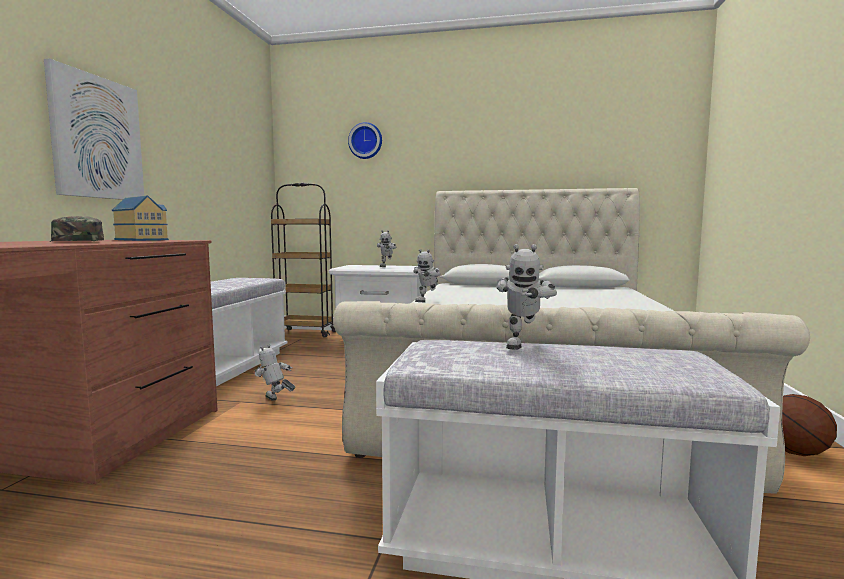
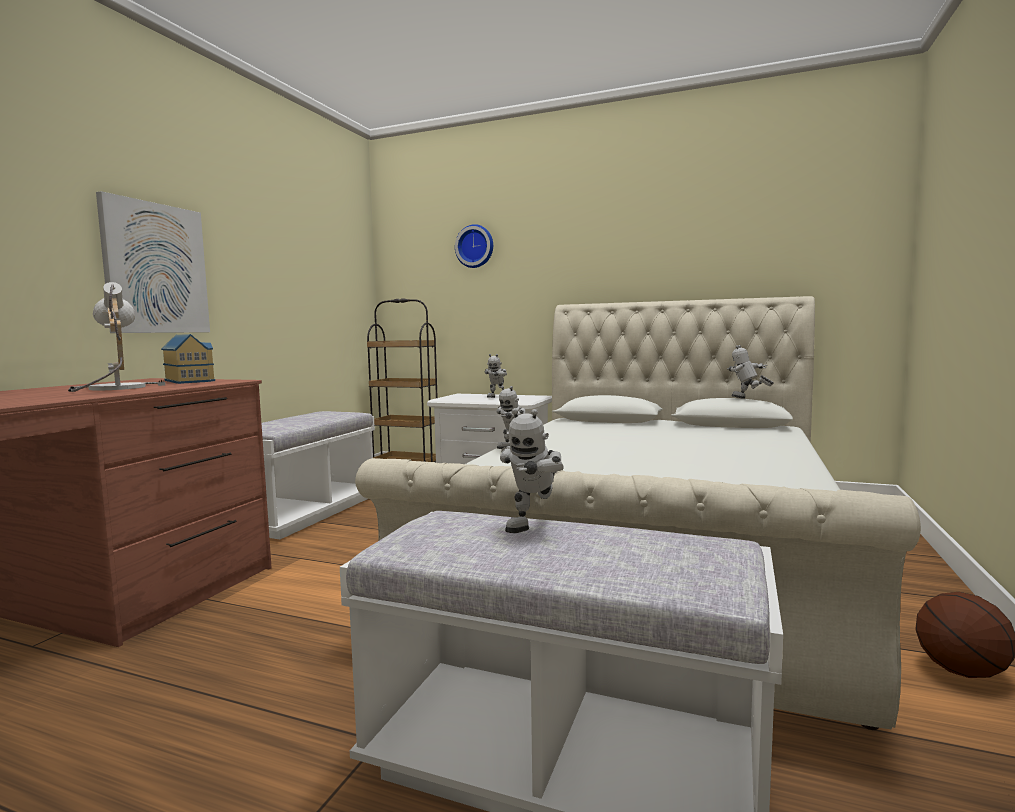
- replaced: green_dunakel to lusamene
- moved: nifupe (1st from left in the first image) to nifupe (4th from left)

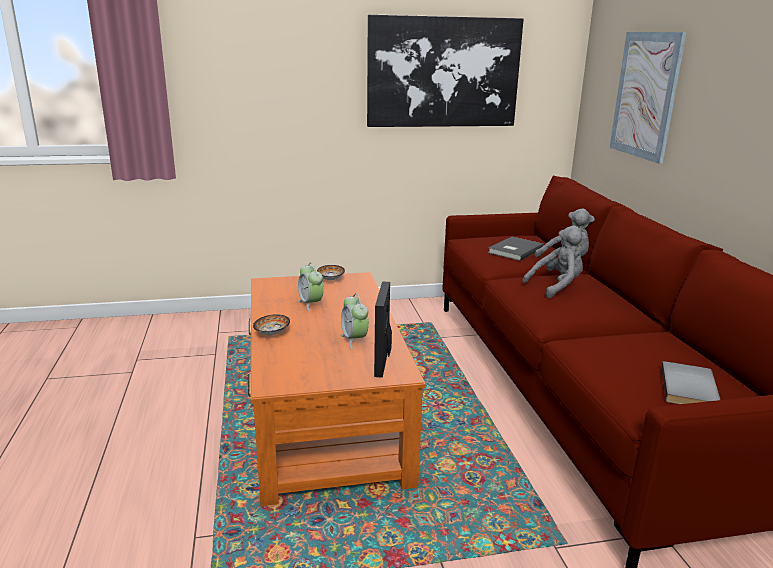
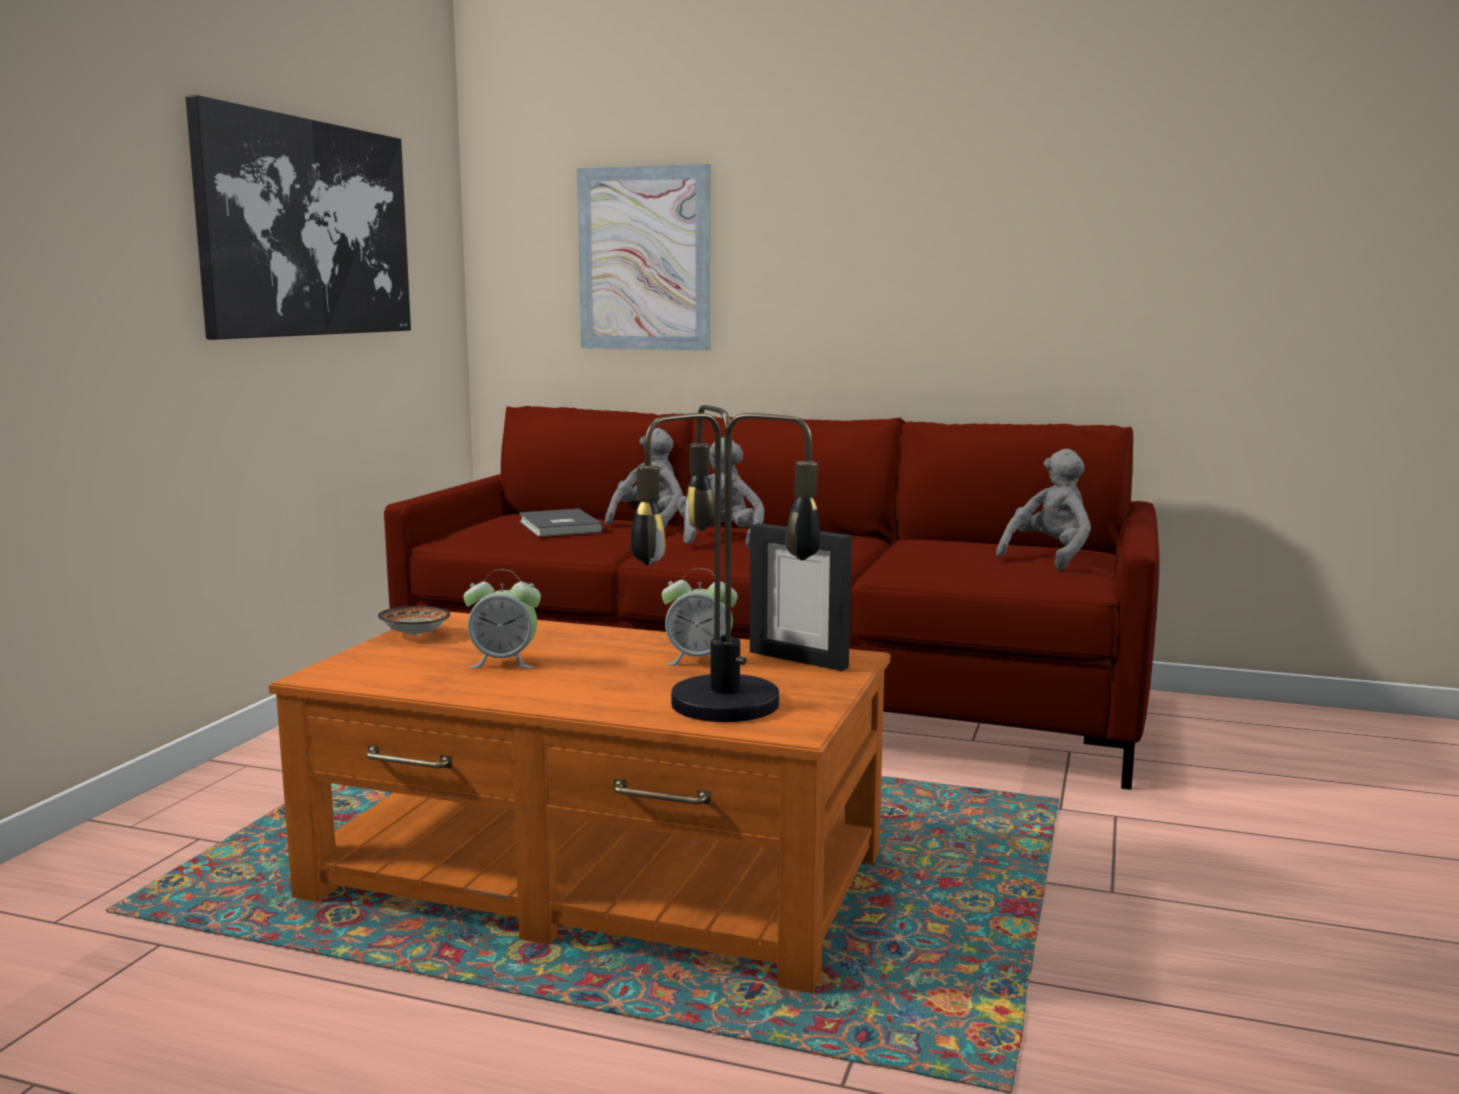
- removed: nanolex (1st from left)
- replaced: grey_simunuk (2nd from left) to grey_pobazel (3rd from left)
- added: lusamene

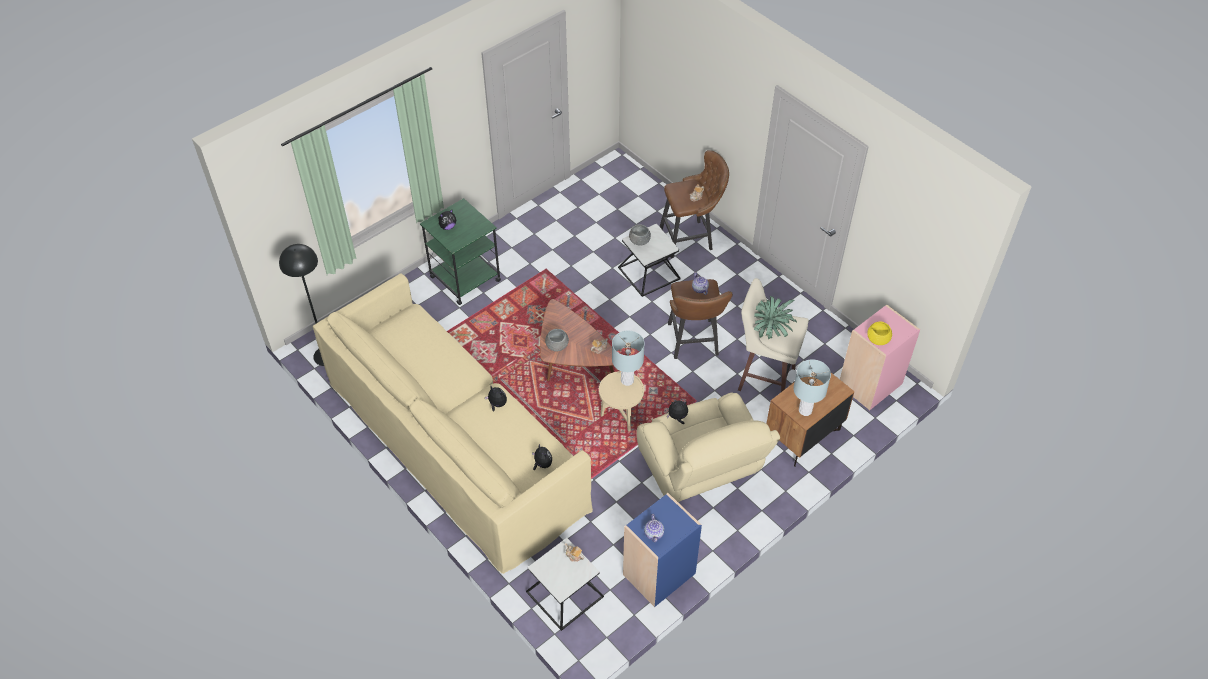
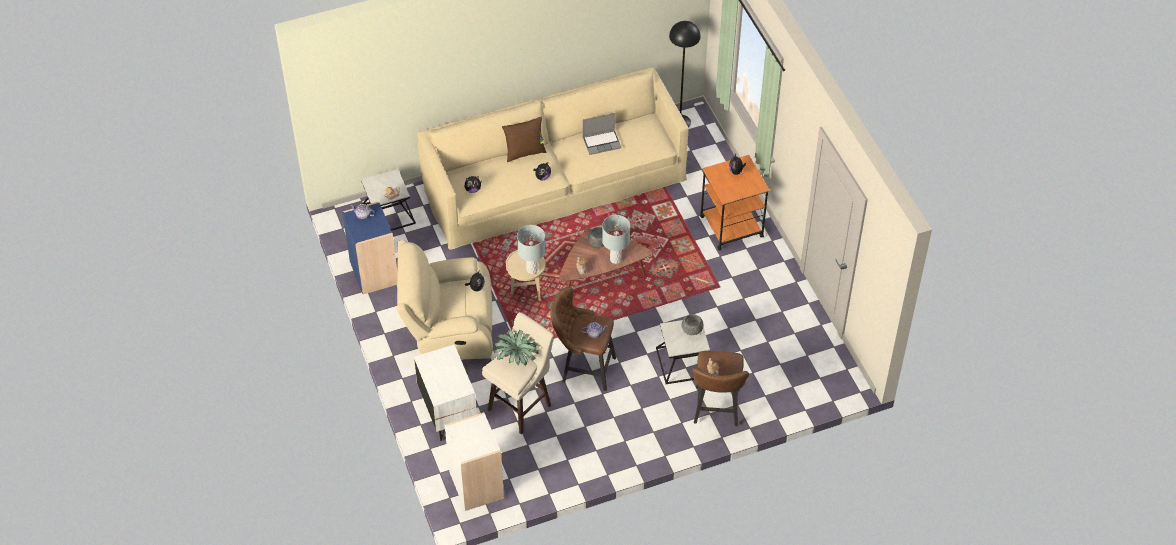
- recoloured: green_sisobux to orange_sisobux
- recoloured: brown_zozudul to white_zozudul
- moved: grey_lusamene (2nd from left)
- recoloured: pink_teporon to white_teporon
- removed: yellow_nanolex
- added: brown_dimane
- added: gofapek

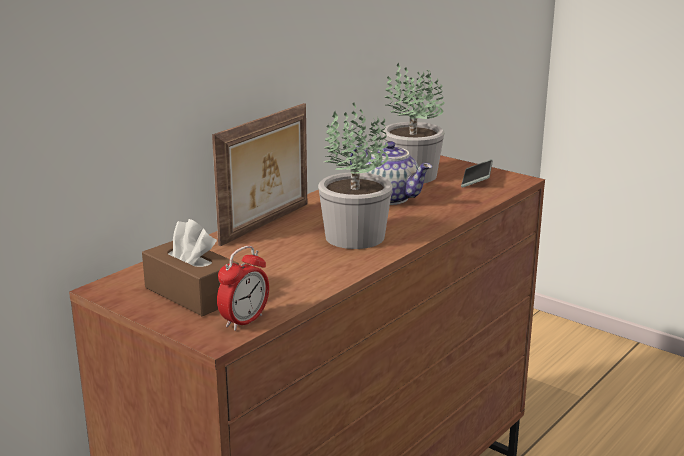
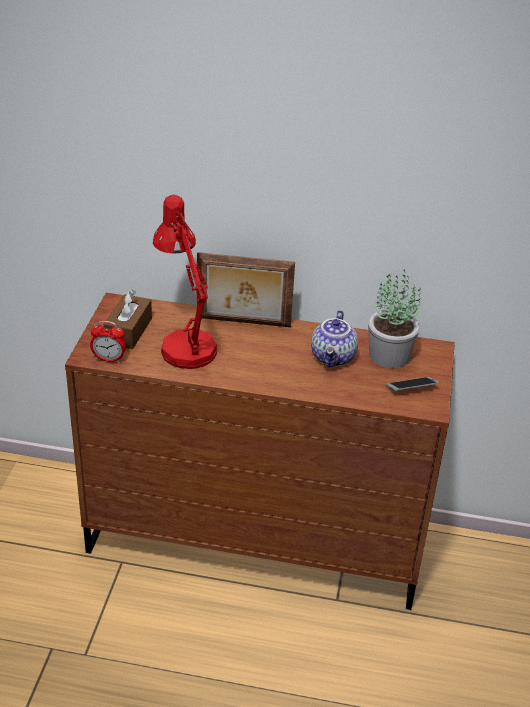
- removed: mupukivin (1st from left)
- added: red_lusamene

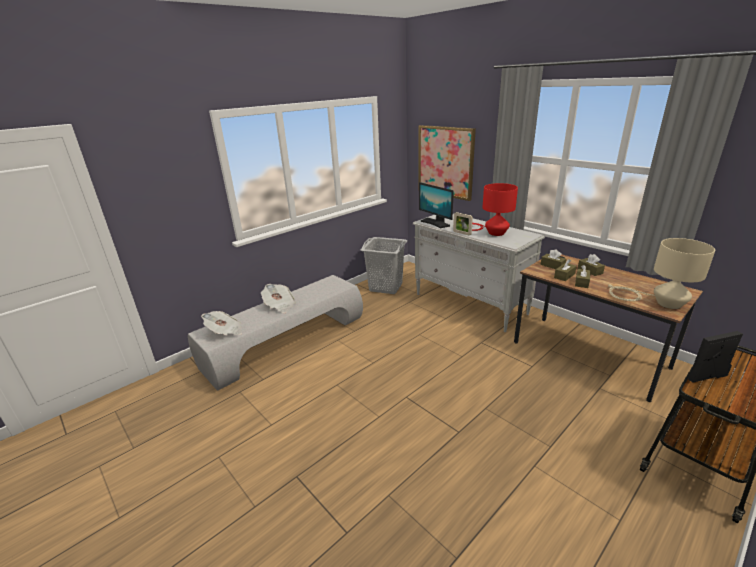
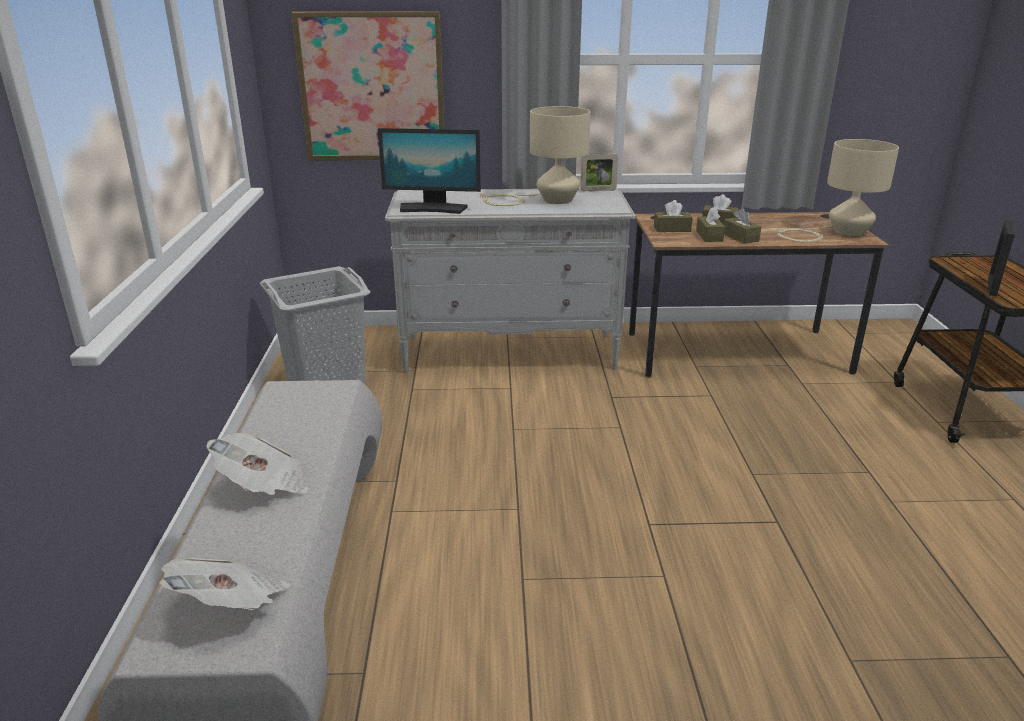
- moved: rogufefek (1st from left)
- recoloured: red_lusamene to beige_lusamene (1st from left)

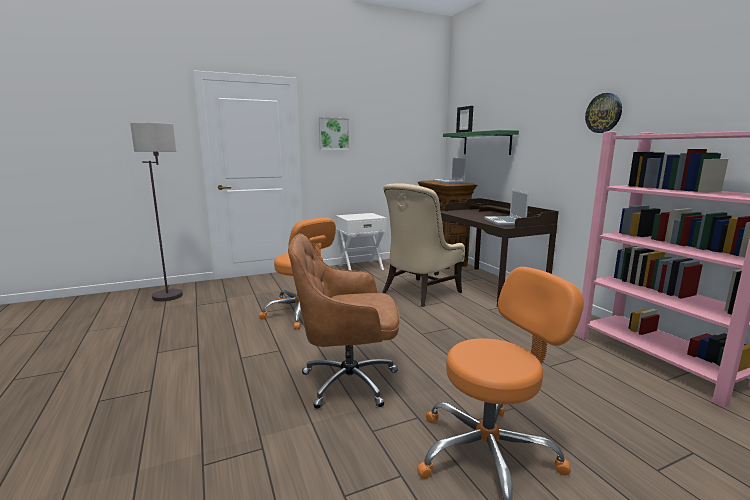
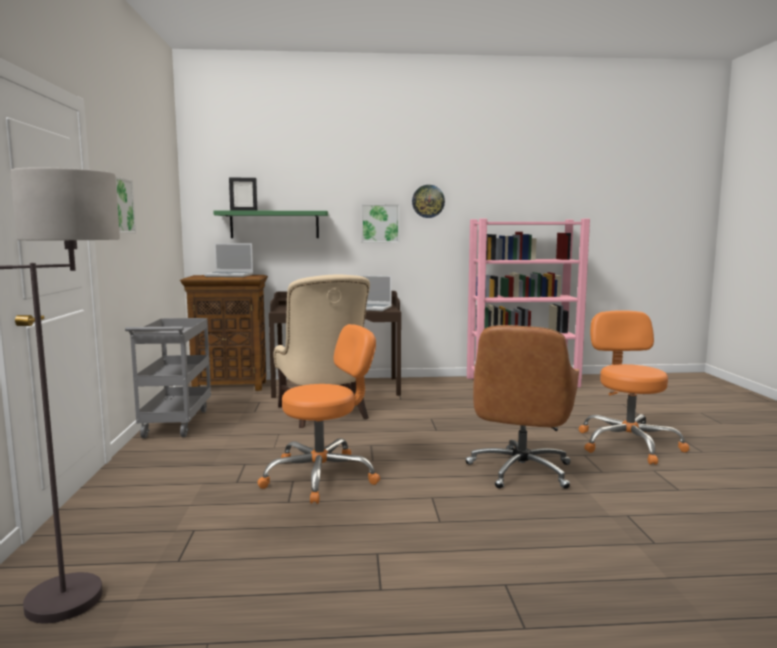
- replaced: white_zozudul to grey_sisobux
- added: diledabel (2nd from left)

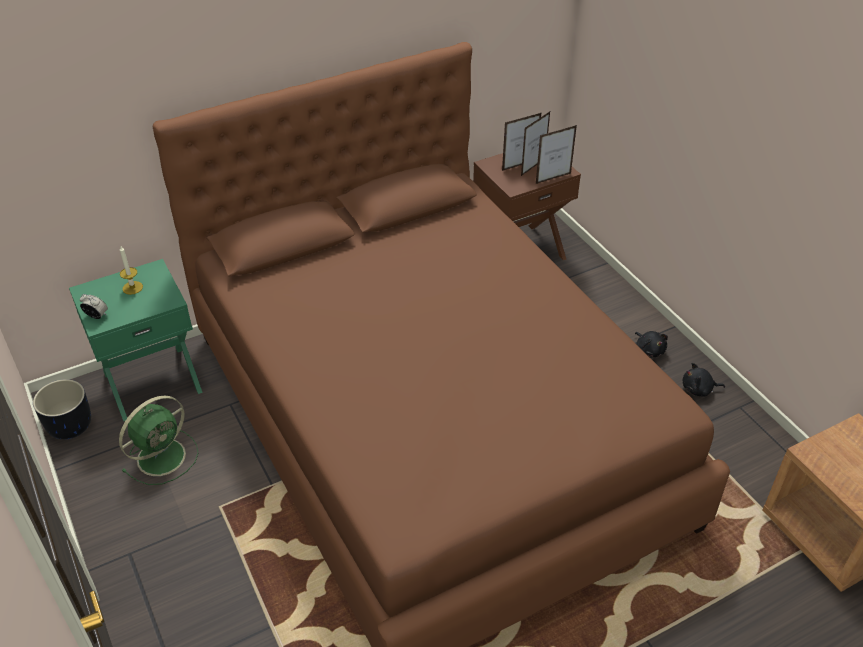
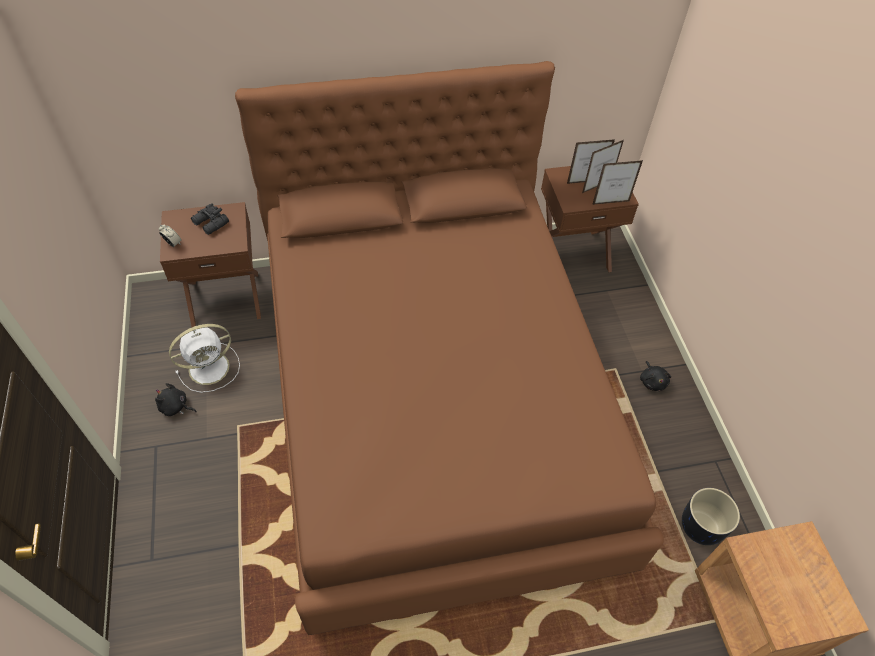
- moved: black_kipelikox
- recoloured: green_zozudul to brown_zozudul (1st from left)
- recoloured: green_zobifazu to white_zobifazu
- replaced: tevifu to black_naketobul
- moved: black_pobazel (2nd from left in the first image) to black_pobazel (1st from left)

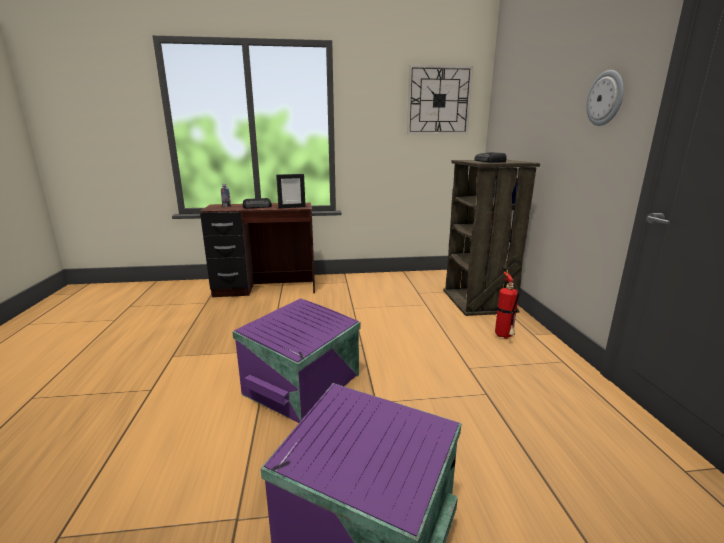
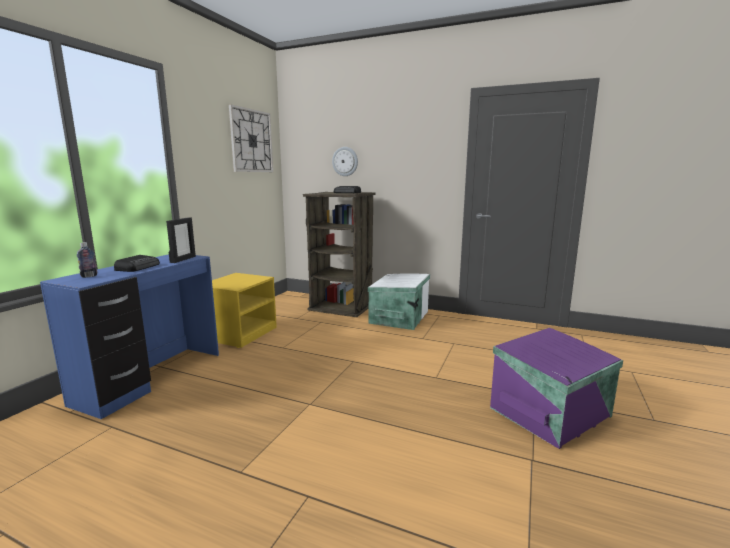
- recoloured: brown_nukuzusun to blue_nukuzusun
- removed: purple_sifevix (1st from left)
- replaced: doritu to white_sifevix
- moved: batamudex (2nd from left)
- added: yellow_zozudul

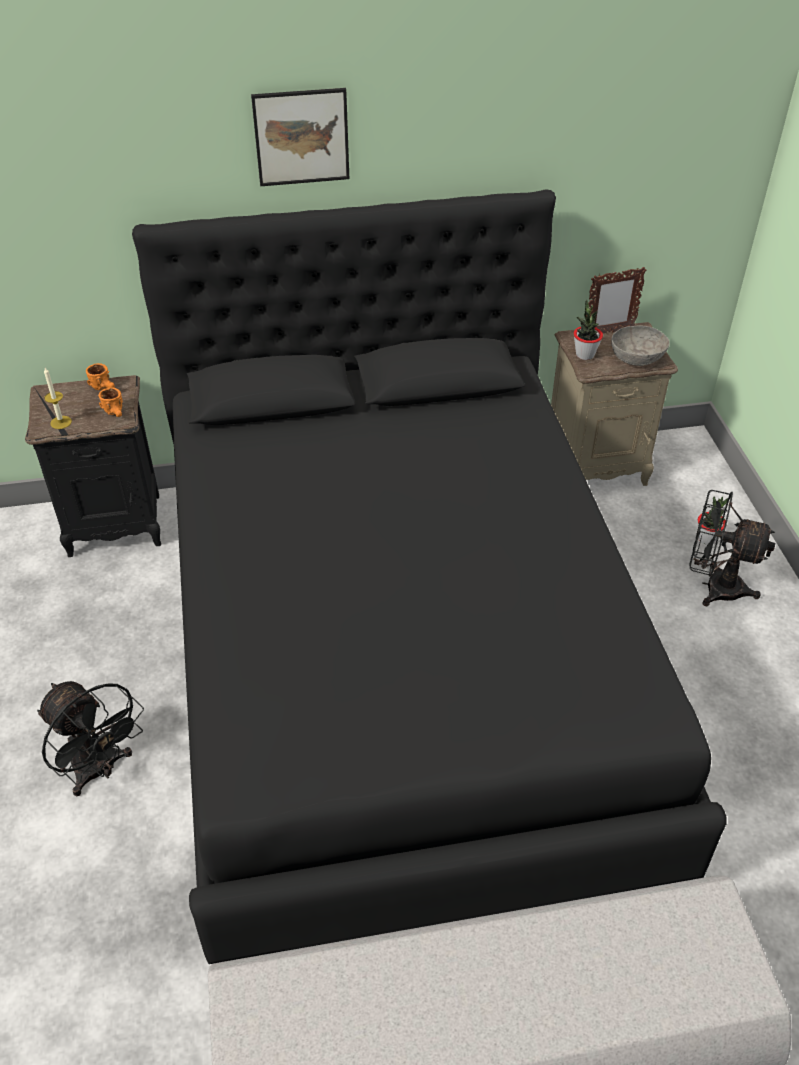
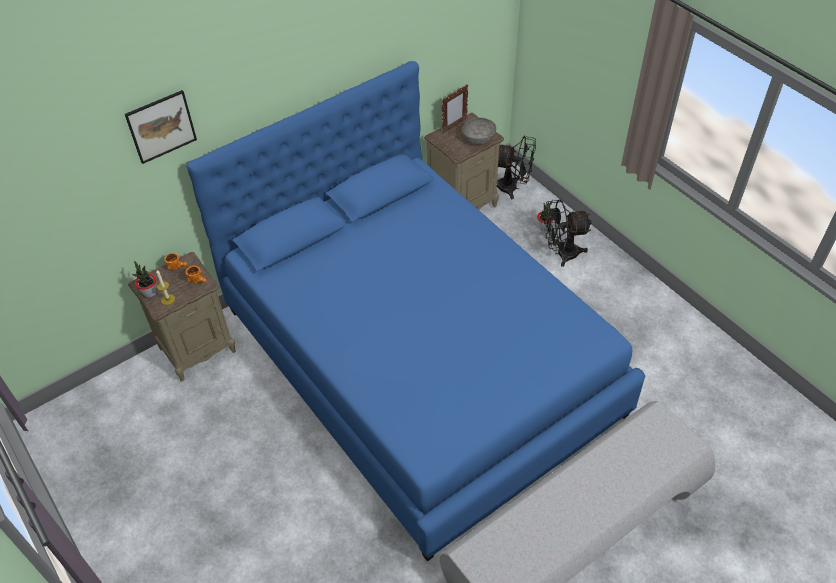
- recoloured: black_zozudul to beige_zozudul (1st from left)
- moved: black_zobifazu (1st from left)
- recoloured: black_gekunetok to blue_gekunetok
- moved: diledabel
- moved: mupukivin (1st from left)

